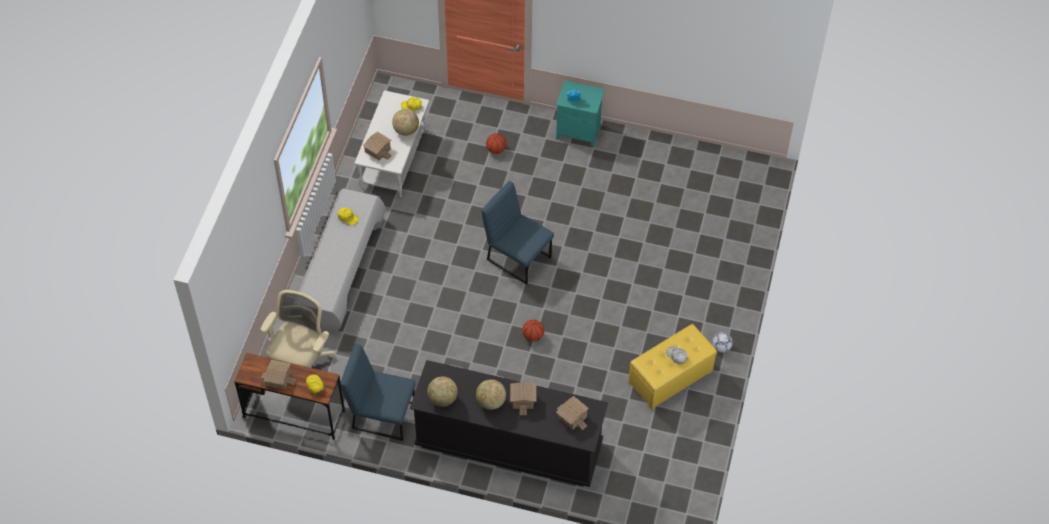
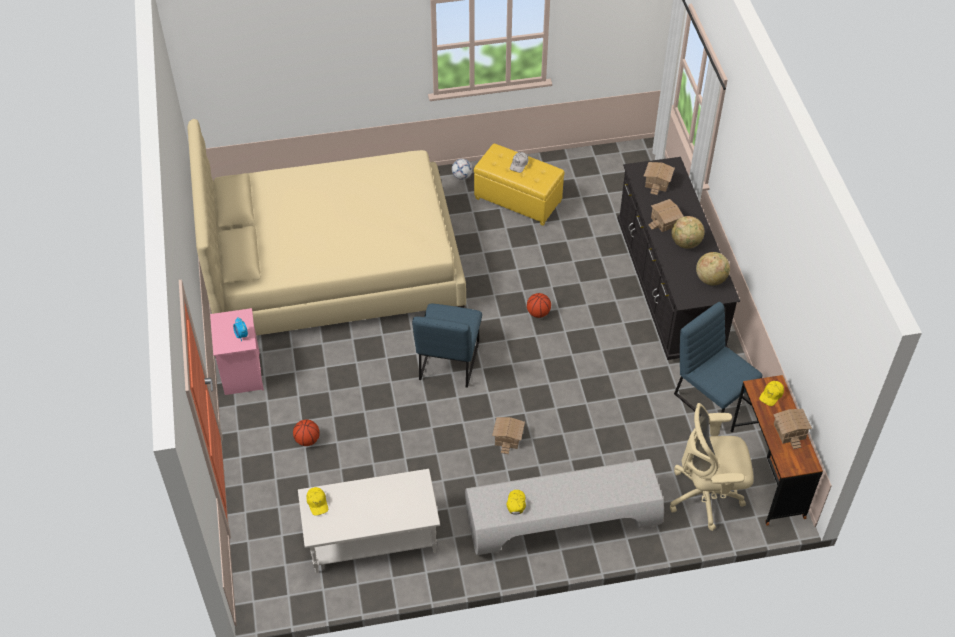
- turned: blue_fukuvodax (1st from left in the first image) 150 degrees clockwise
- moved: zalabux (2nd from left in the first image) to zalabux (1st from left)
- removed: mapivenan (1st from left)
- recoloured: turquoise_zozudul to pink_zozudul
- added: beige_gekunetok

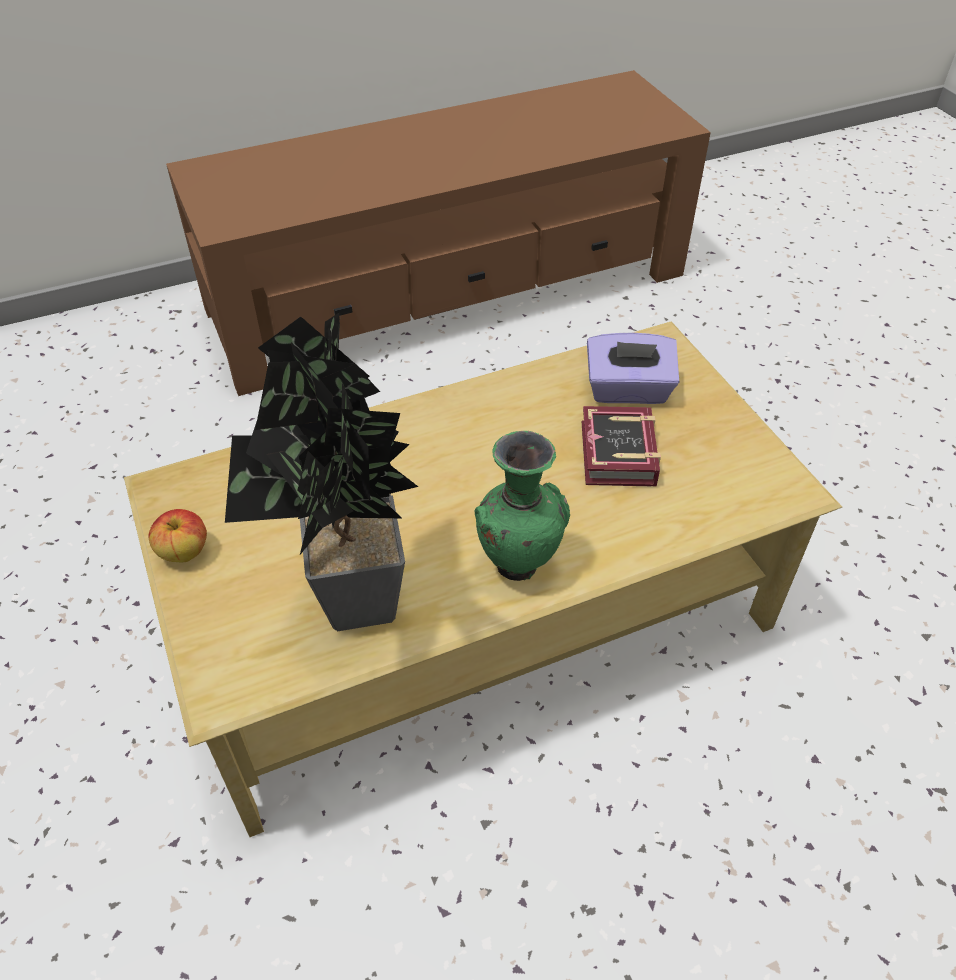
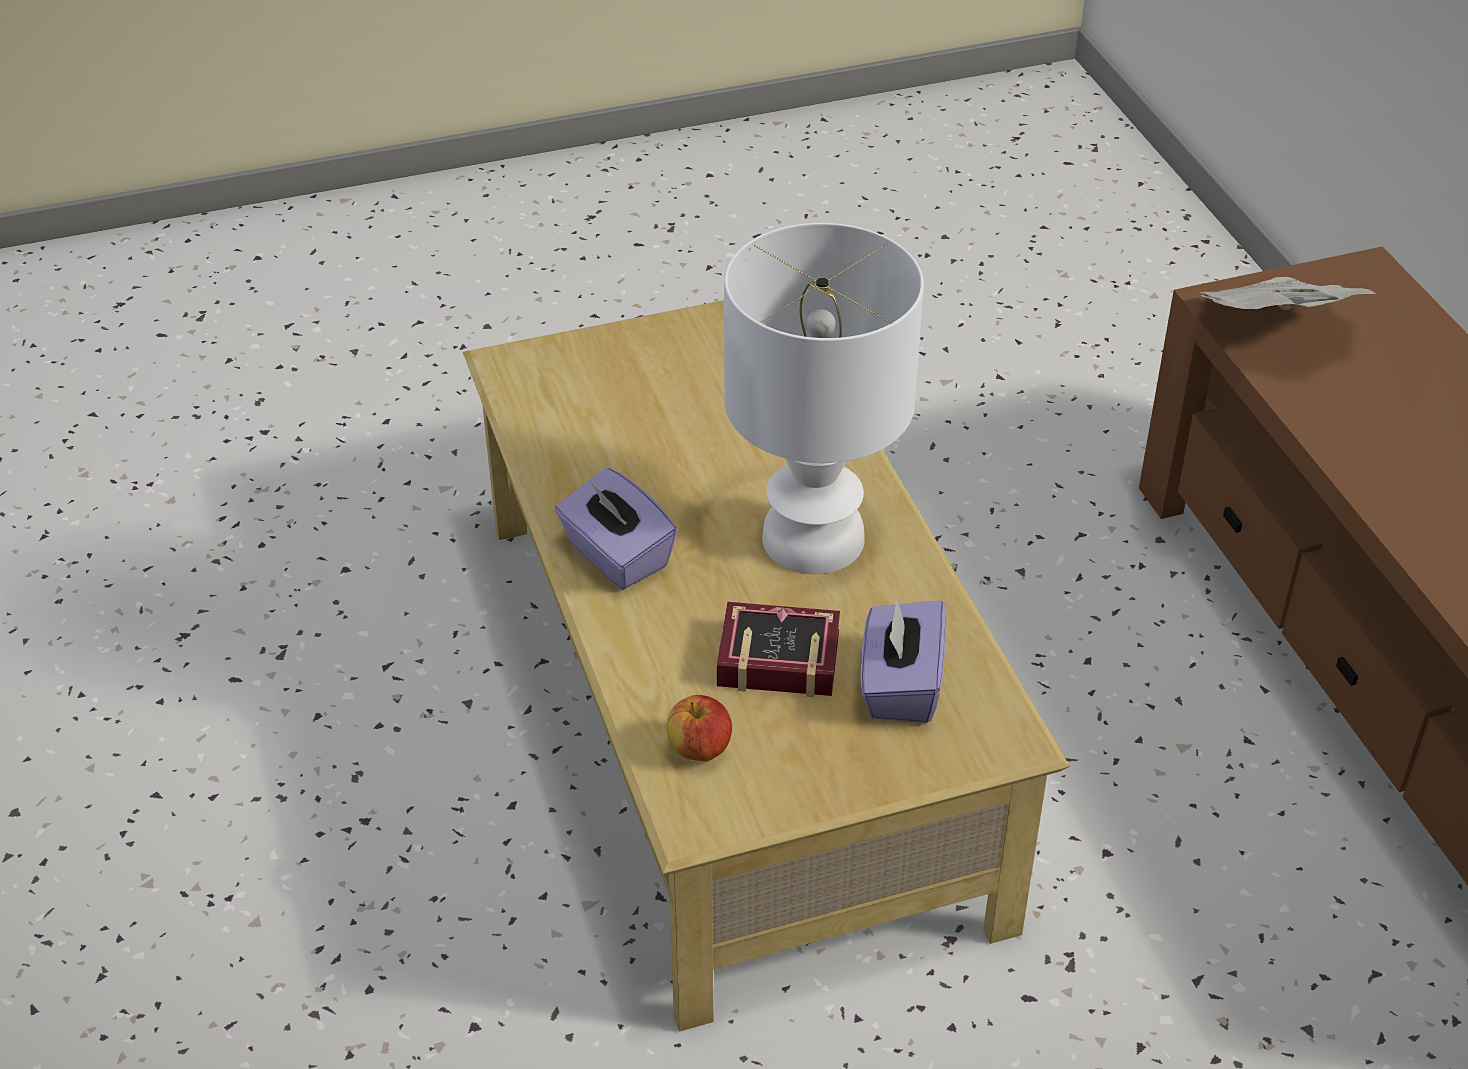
- moved: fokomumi
- removed: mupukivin
- replaced: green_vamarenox to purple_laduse (1st from left)
- added: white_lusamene
- added: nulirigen

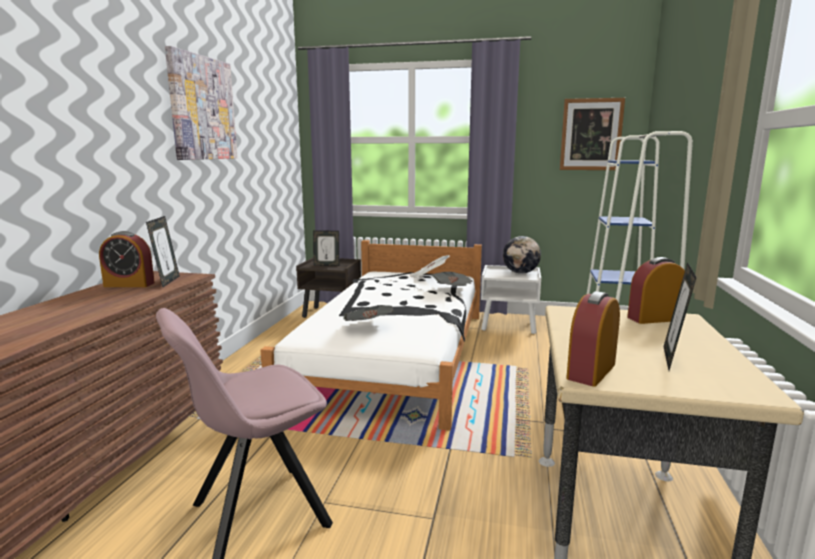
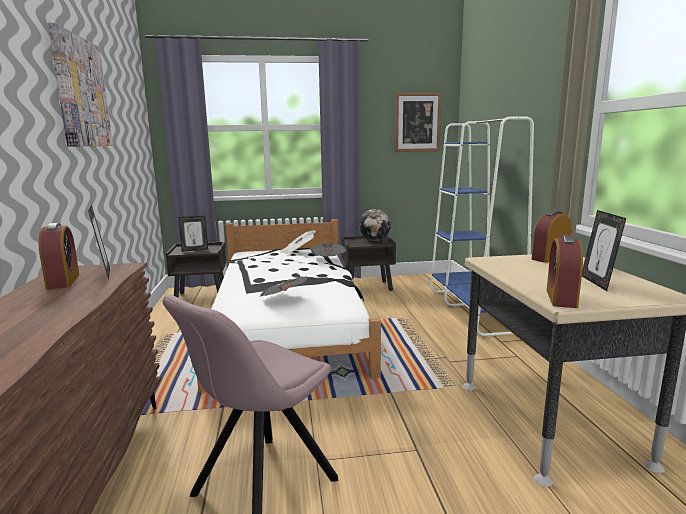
- turned: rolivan (1st from left) 90 degrees counterclockwise
- recoloured: white_zozudul to brown_zozudul (2nd from left)

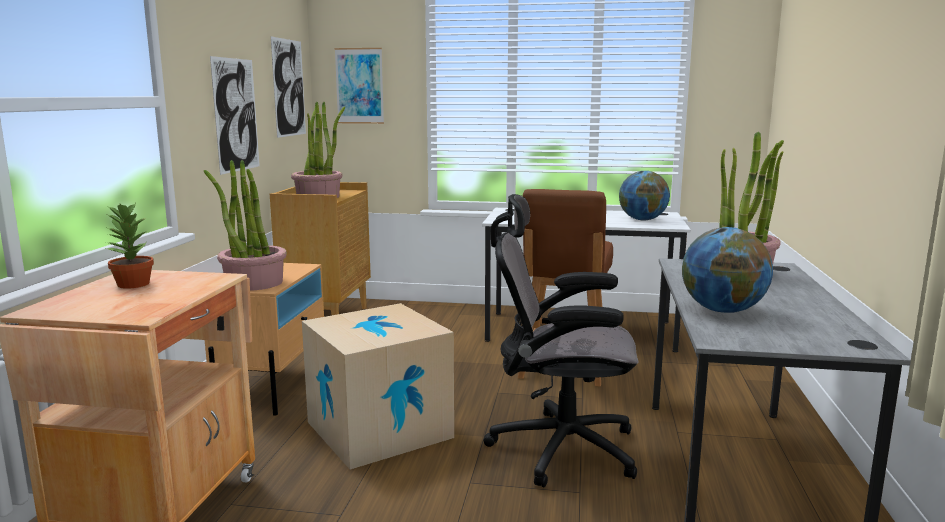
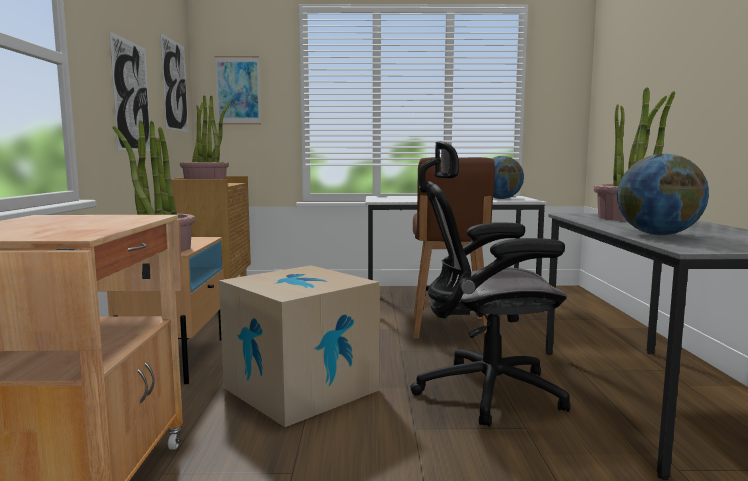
- removed: mupukivin (1st from left)

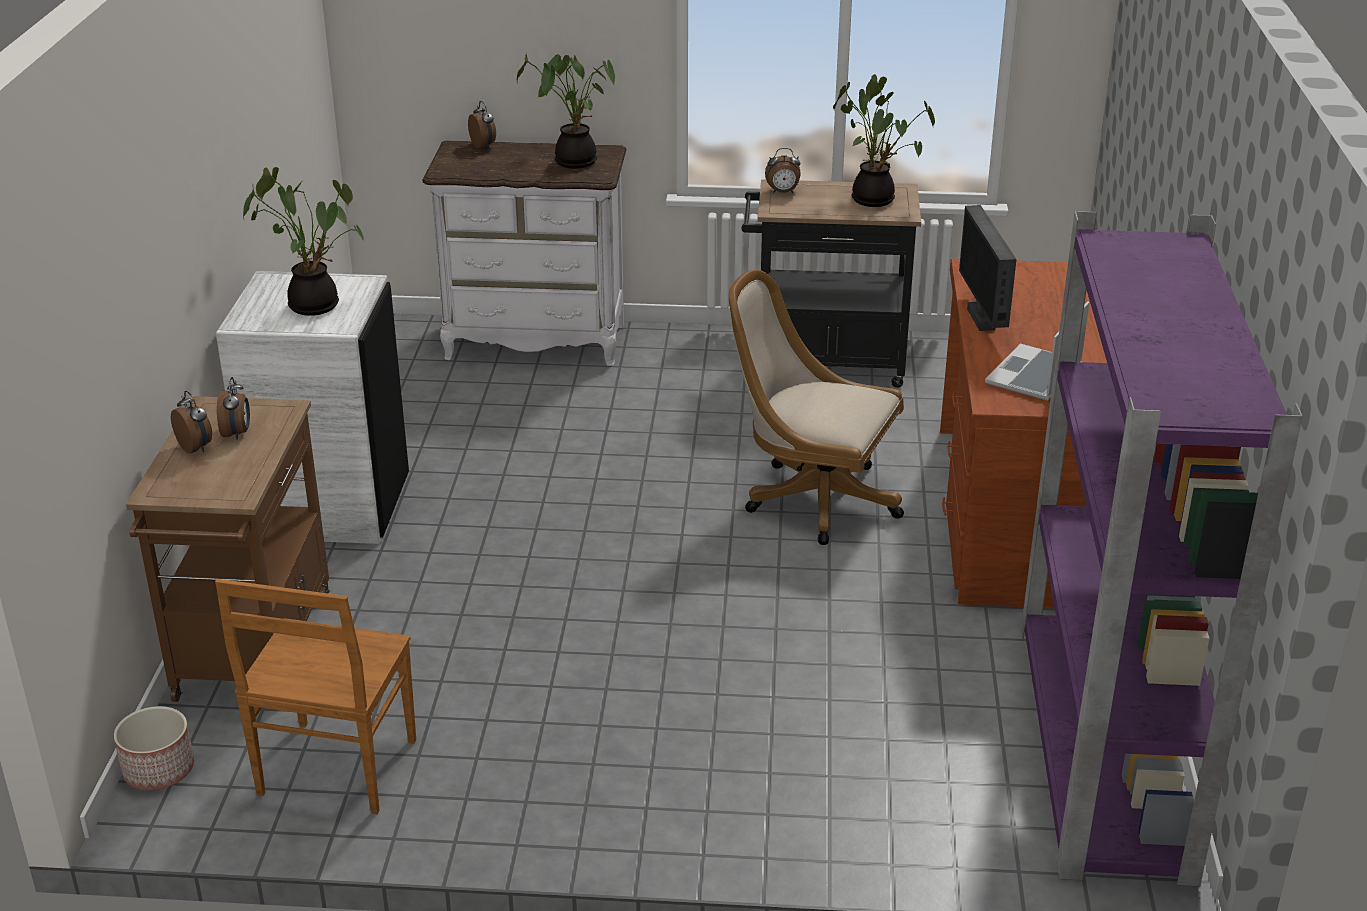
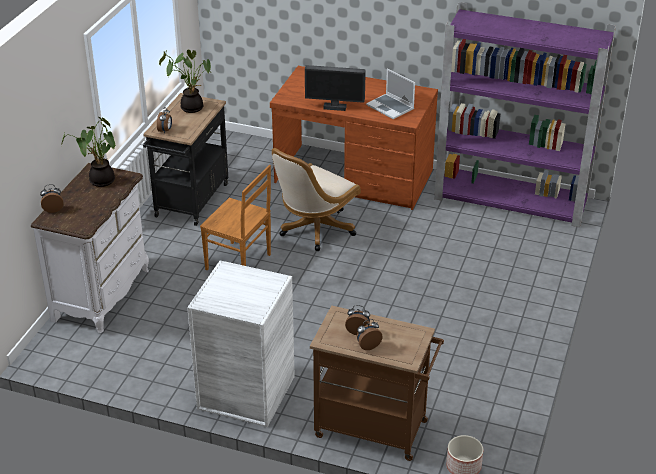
- moved: brown_fukuvodax
- removed: mupukivin (1st from left)

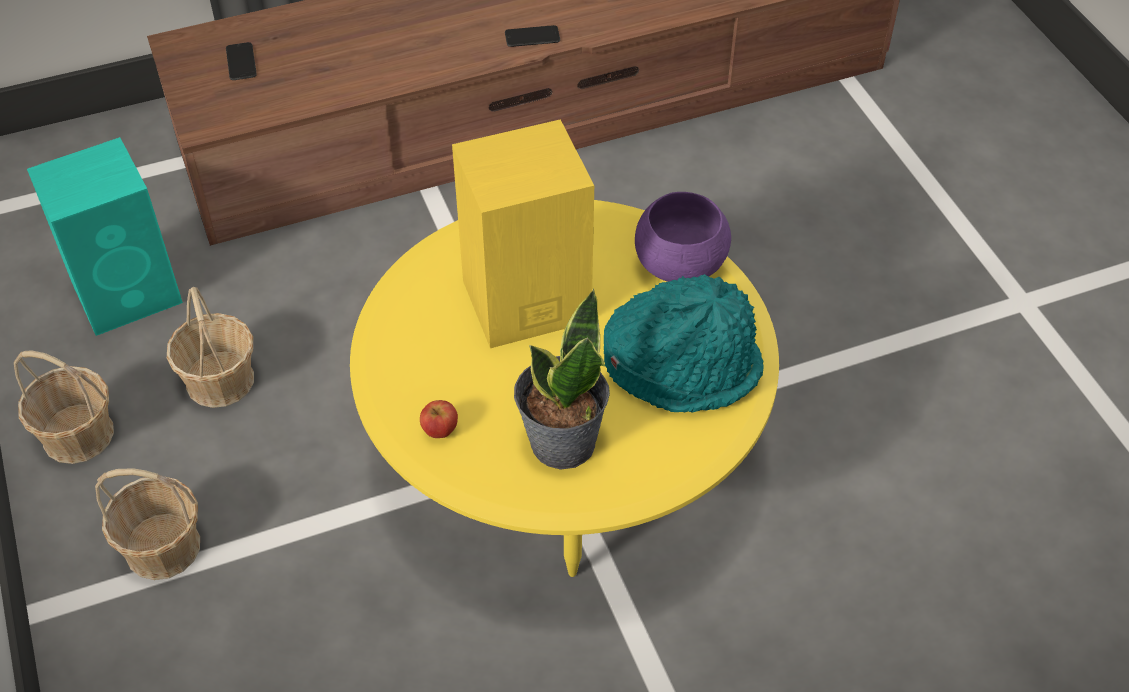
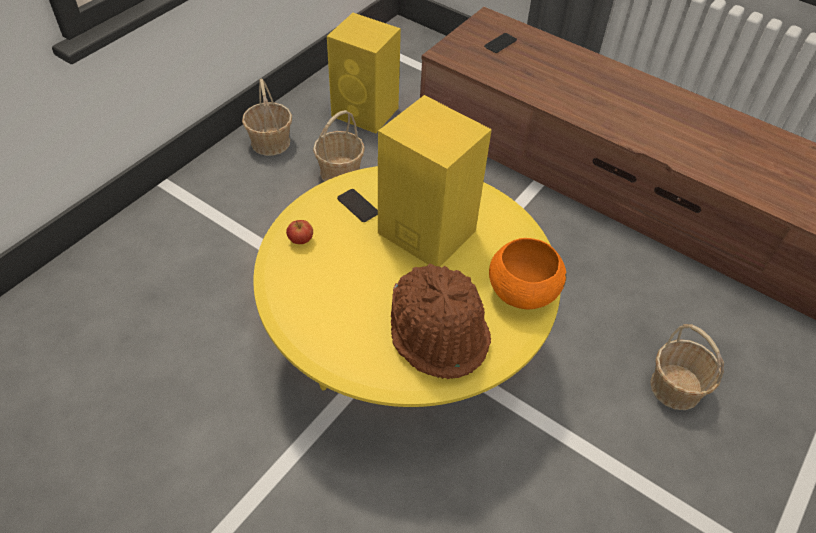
- recoloured: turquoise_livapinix to yellow_livapinix (1st from left)
- moved: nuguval (2nd from left in the first image) to nuguval (3rd from left)
- moved: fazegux (2nd from left in the first image) to fazegux (1st from left)
- removed: mupukivin
- recoloured: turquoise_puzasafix to brown_puzasafix
- recoloured: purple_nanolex to orange_nanolex

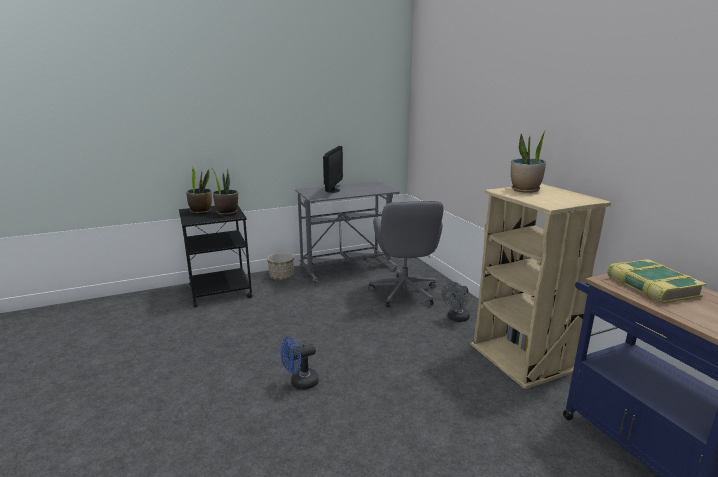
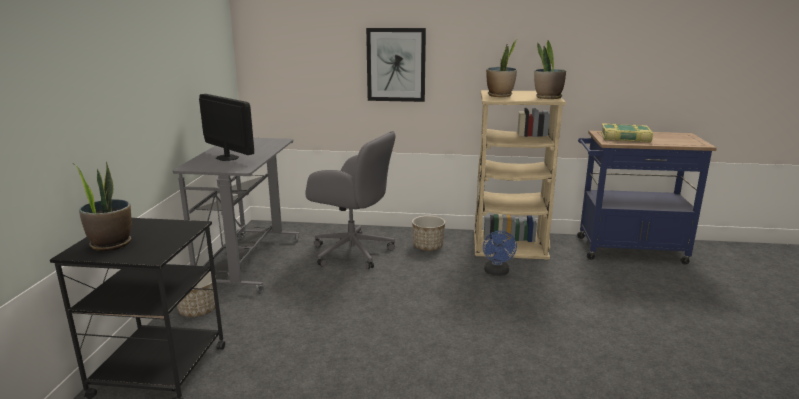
- moved: mupukivin (2nd from left in the first image) to mupukivin (3rd from left)
- moved: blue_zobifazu
- replaced: grey_zobifazu to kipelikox (2nd from left)
- added: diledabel

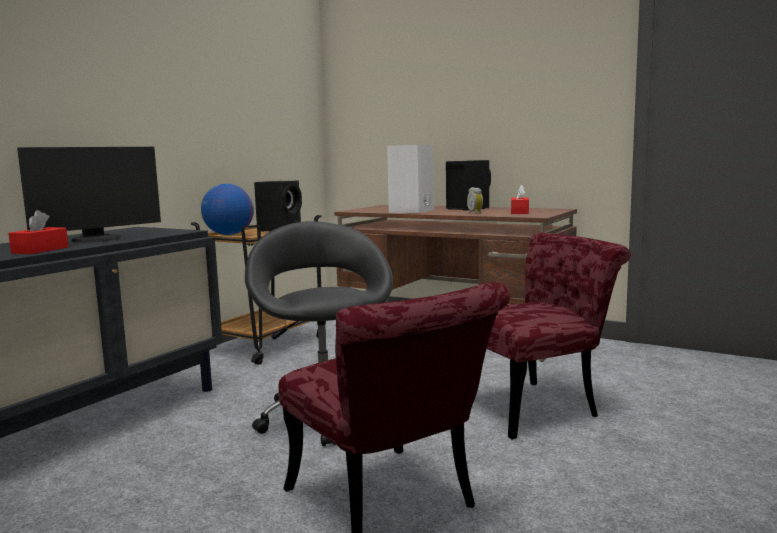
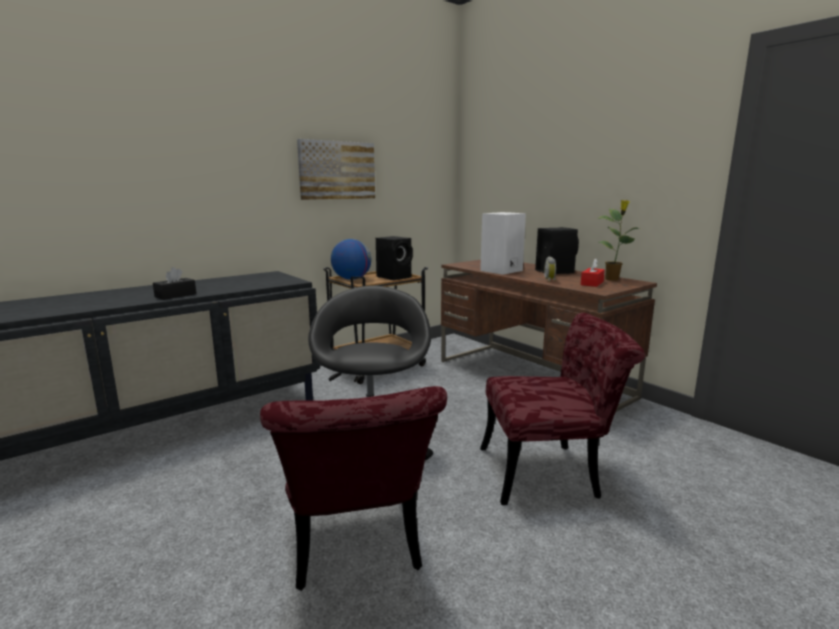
- recoloured: red_laduse (1st from left) to black_laduse
- removed: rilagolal
- added: diledabel
- added: mupukivin

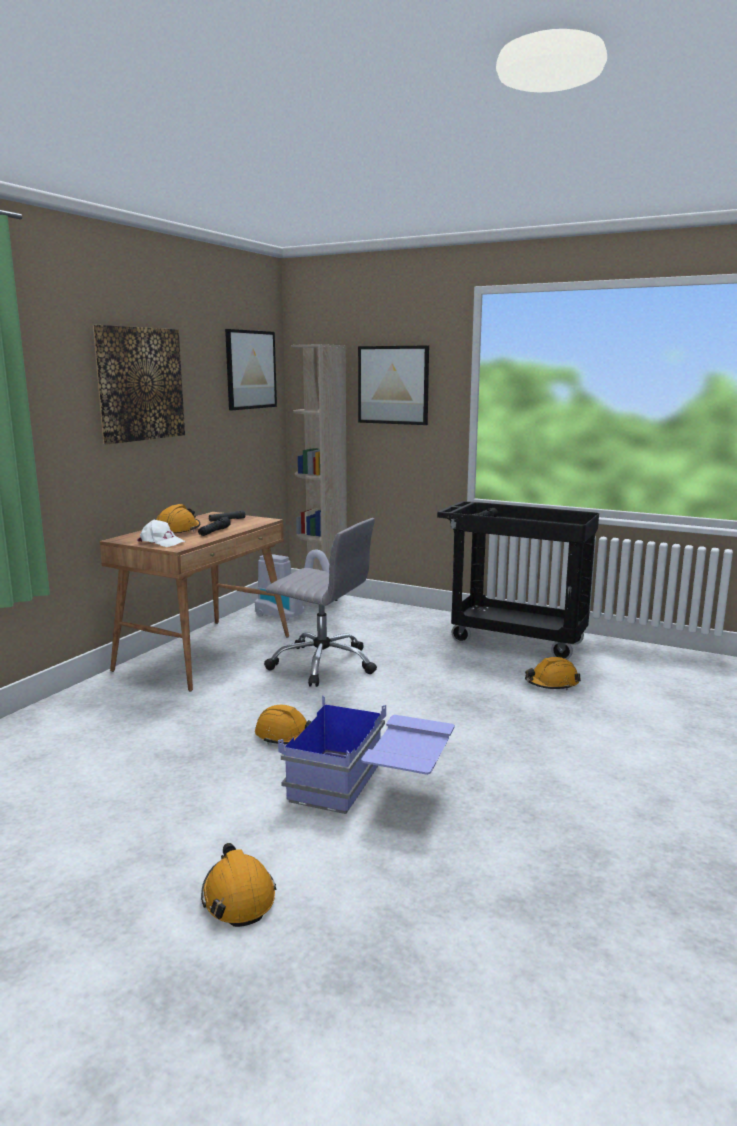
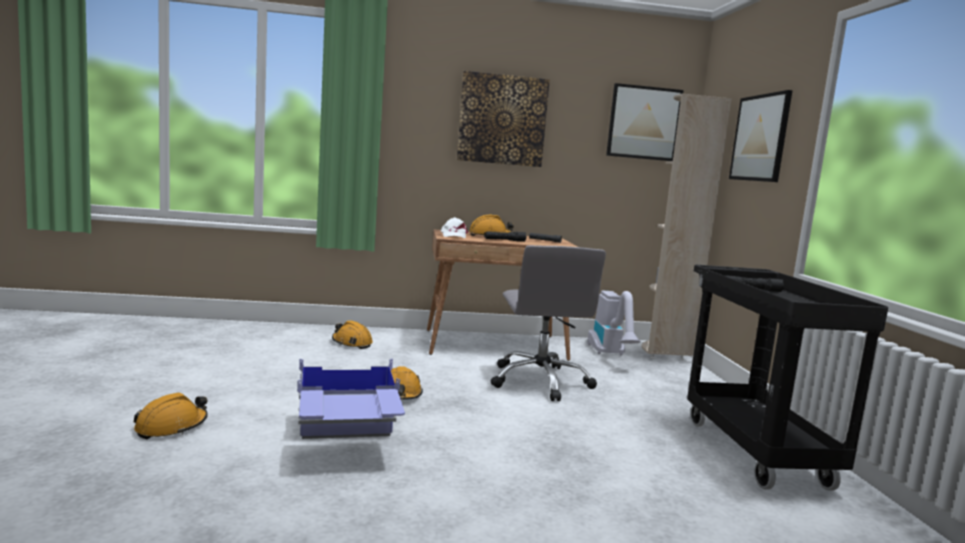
- moved: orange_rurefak (4th from left in the first image) to orange_rurefak (2nd from left)

